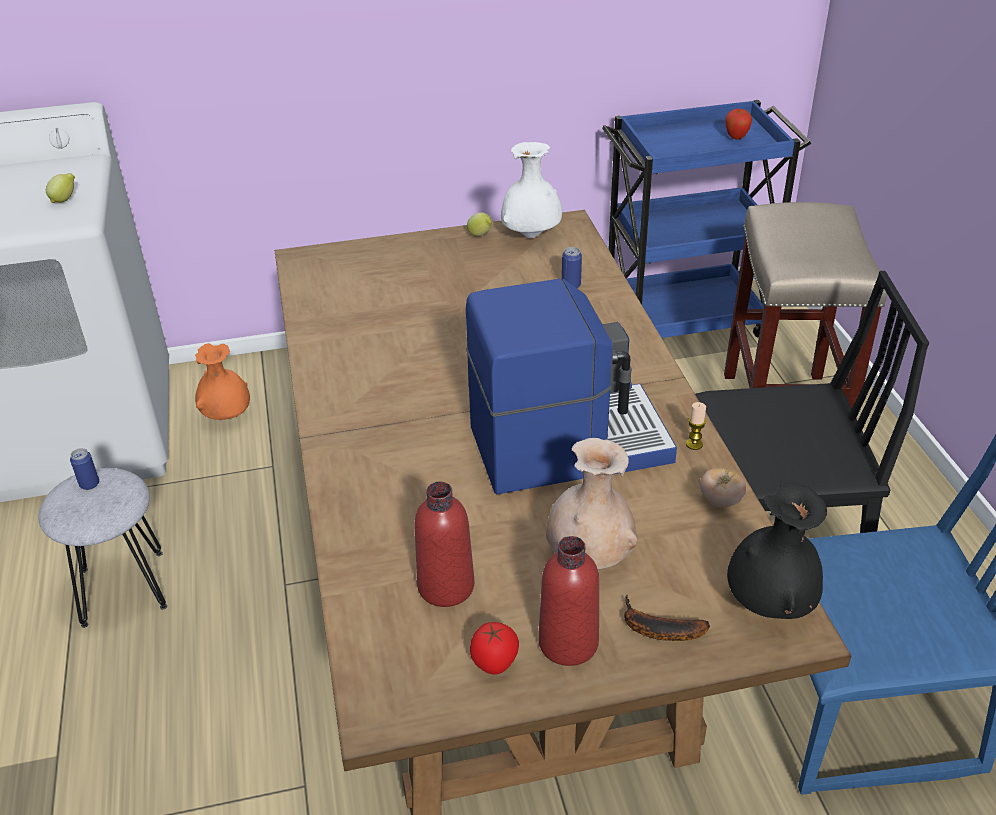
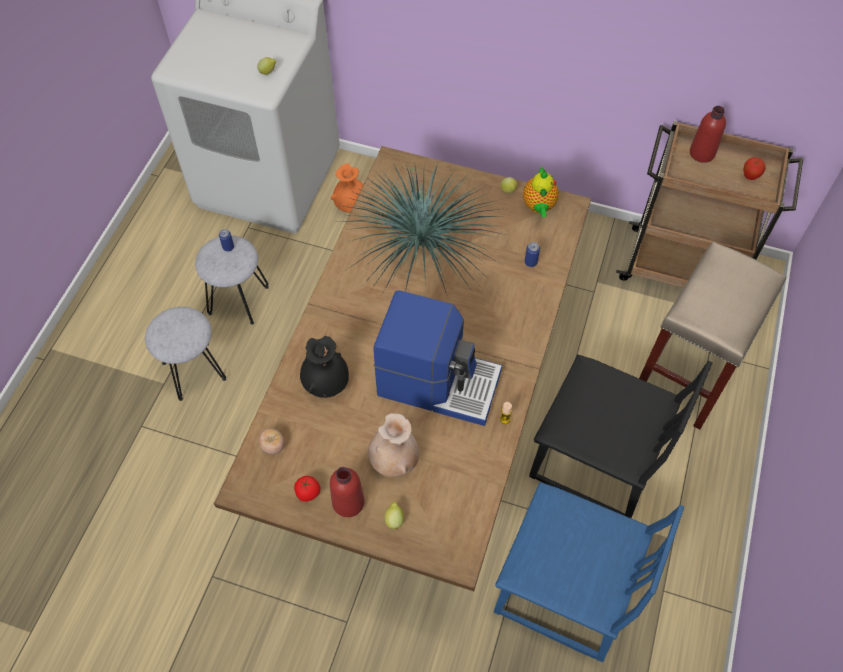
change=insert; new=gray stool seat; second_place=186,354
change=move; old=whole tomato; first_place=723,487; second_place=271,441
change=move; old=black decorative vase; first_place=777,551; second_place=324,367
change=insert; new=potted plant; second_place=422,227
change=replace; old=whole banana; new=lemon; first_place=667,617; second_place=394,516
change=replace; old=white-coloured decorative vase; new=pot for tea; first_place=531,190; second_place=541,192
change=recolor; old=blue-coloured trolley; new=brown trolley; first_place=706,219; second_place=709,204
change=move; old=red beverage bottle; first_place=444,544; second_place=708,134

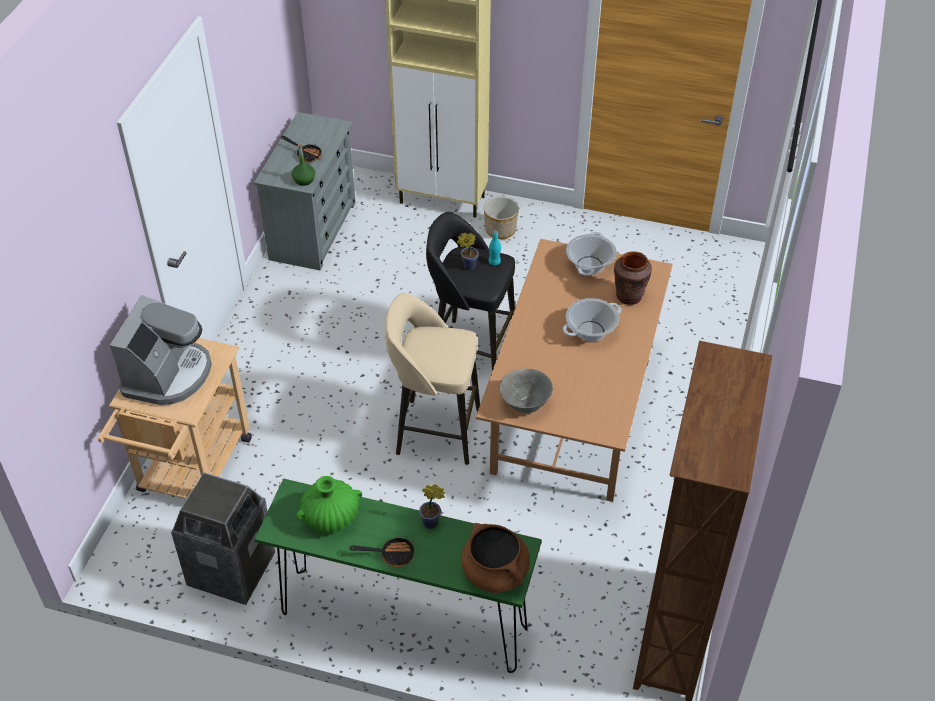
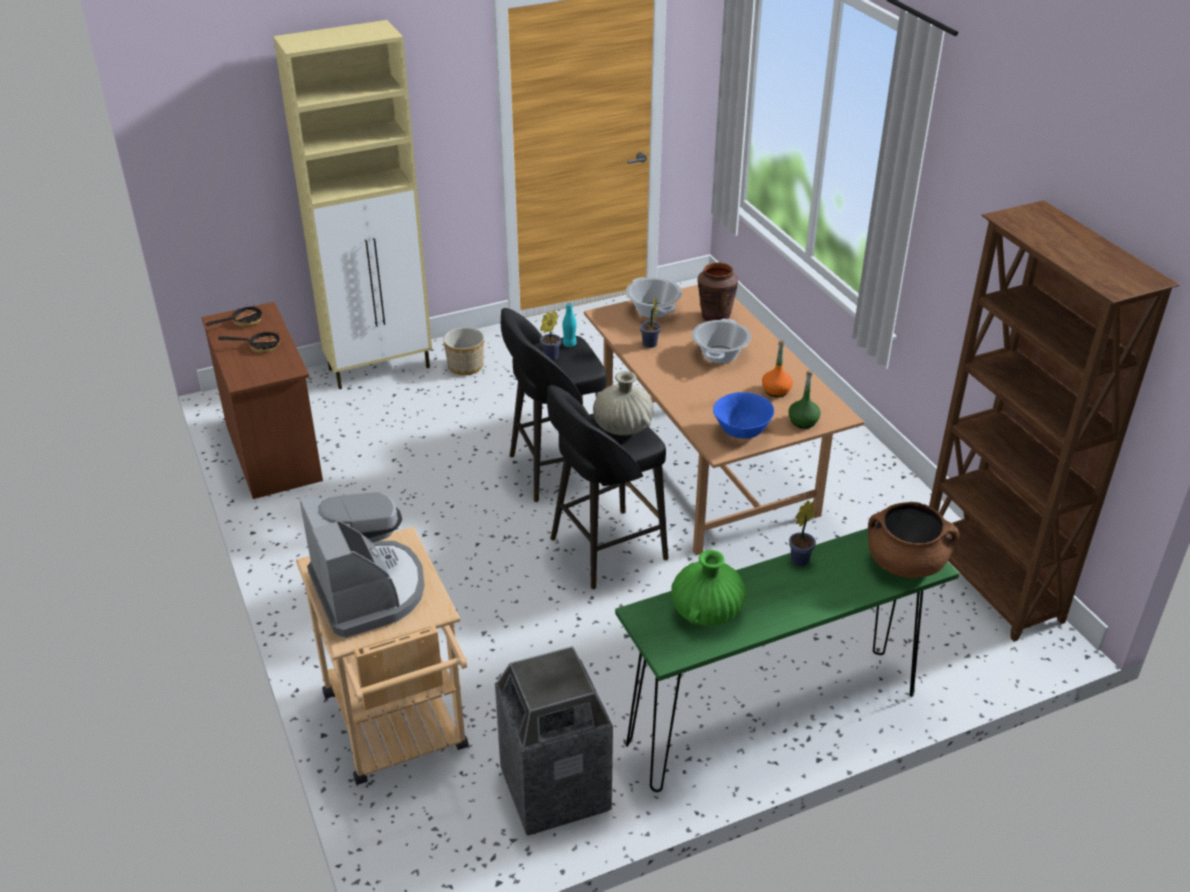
change=recolor; old=gray dresser; new=brown dresser; first_place=305,191; second_place=262,400
change=move; old=frying pan; first_place=382,552; second_place=234,315
change=recolor; old=beige stool seat; new=black stool seat; first_place=433,379; second_place=608,487
change=insert; new=beige decorative vase; second_place=623,403
change=insert; new=potted plant; second_place=650,322
change=recolor; old=gray bowl; new=blue-coloured bowl; first_place=526,391; second_place=743,415
change=insert; new=orange beverage bottle; second_place=777,368
change=move; old=greenish beverage bottle; first_place=303,164; second_place=804,399

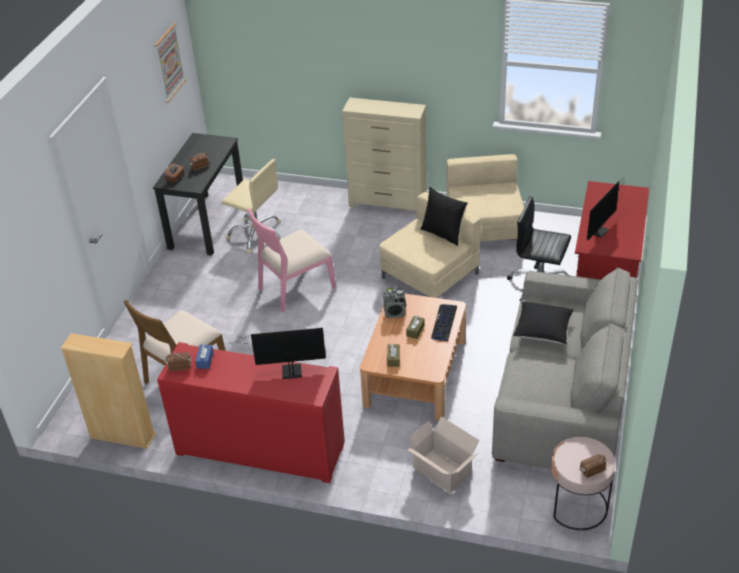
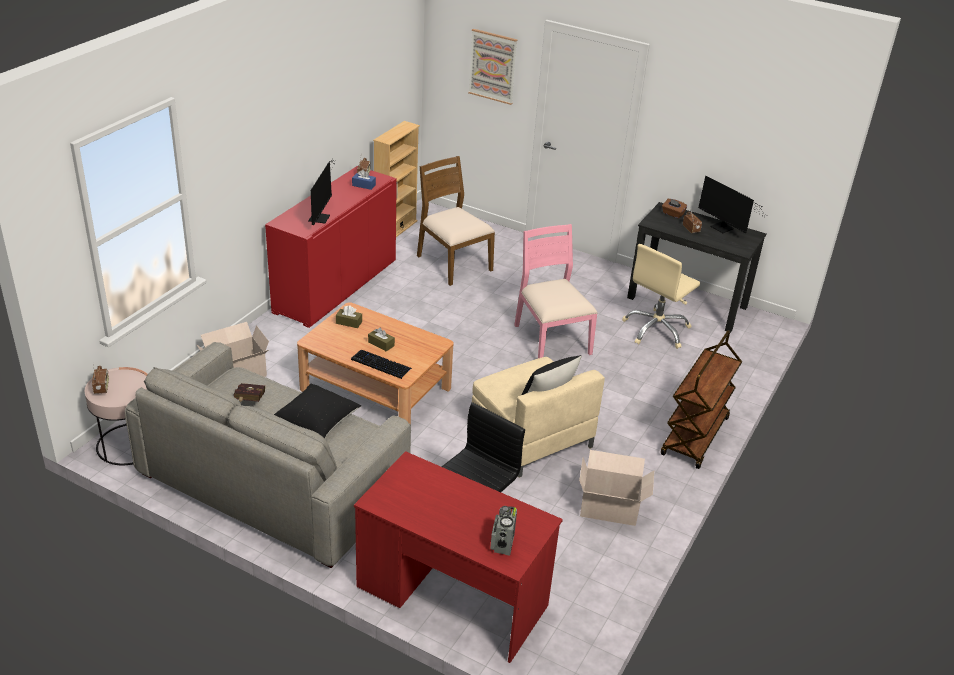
change=insert; new=red bound book; second_place=249,392
change=move; old=wall picture; first_place=170,63; second_place=492,67
change=move; old=radio receiver; first_place=394,303; second_place=503,531
change=replace; old=beige lounge chair; new=cardboard box; first_place=485,198; second_place=616,488
change=replace; old=beige dresser; new=brown trolley; first_place=384,156; second_place=701,399
change=move; old=computer display; first_place=605,209; second_place=731,204

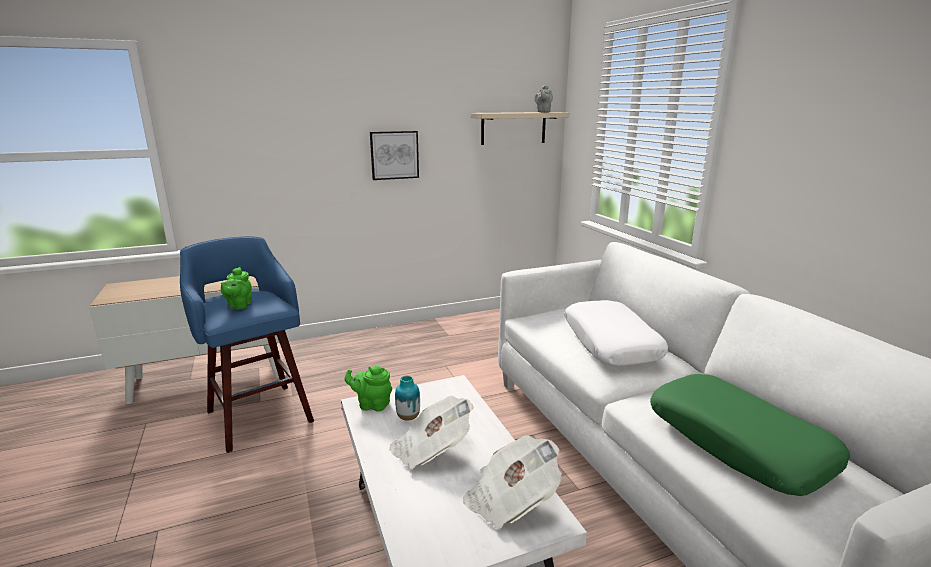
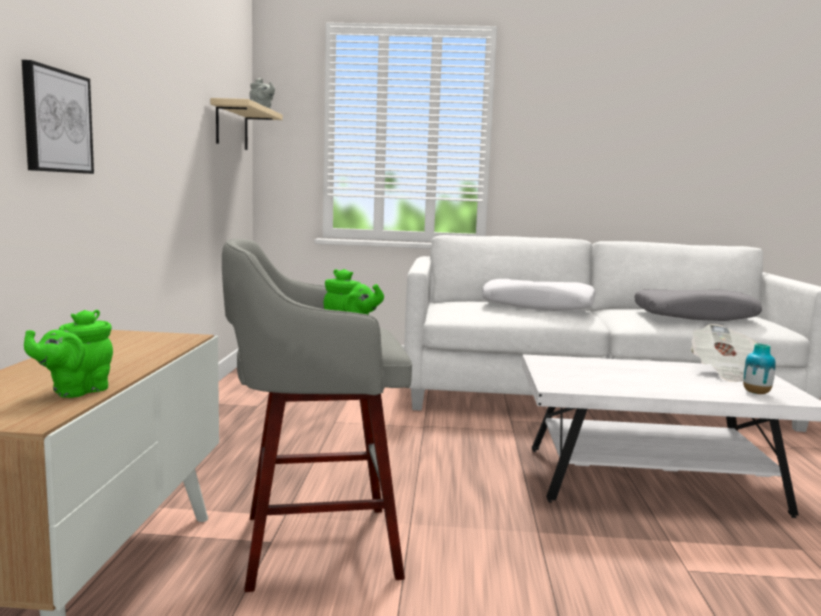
change=move; old=wall picture; first_place=394,155; second_place=58,117
change=move; old=greenish pot for tea; first_place=368,389; second_place=68,354
change=recolor; old=blue-coloured stool seat; new=gray stool seat; first_place=247,344; second_place=317,415
change=recolor; old=greenish pillow; new=gray pillow; first_place=750,435; second_place=698,305
change=move; old=decorative vase; first_place=407,398; second_place=759,369
change=delete; old=printed paper; first_place=431,433

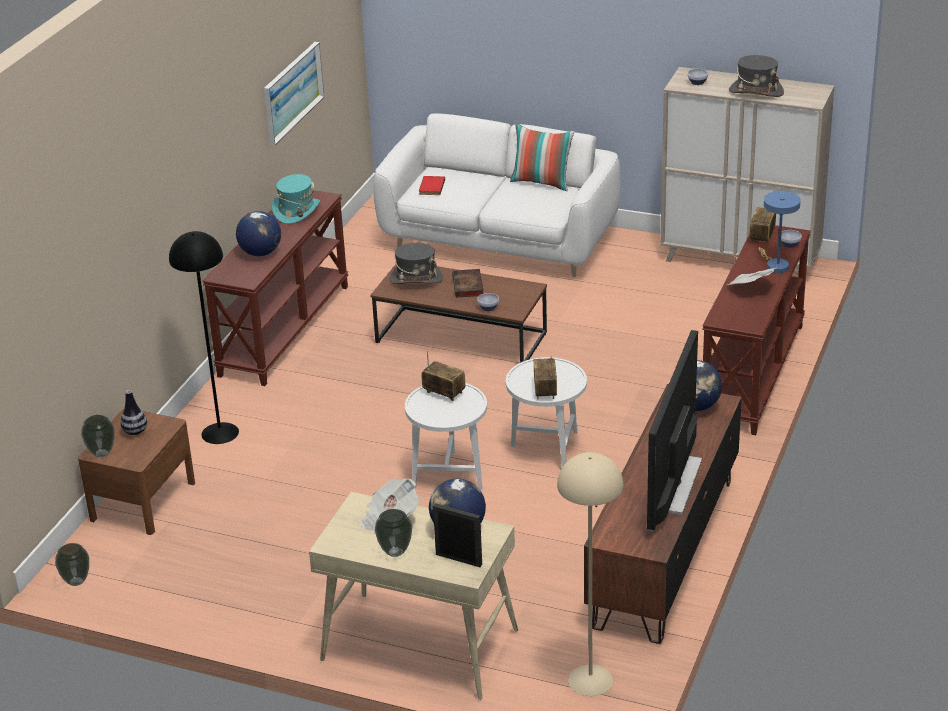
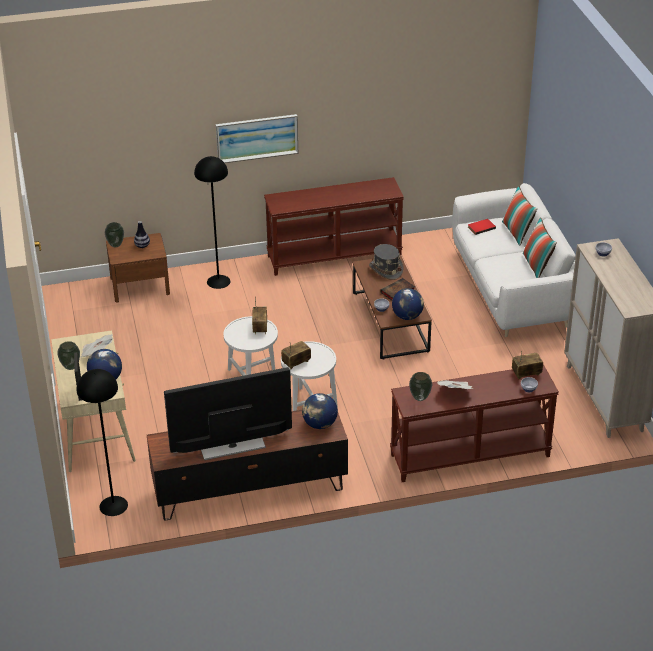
change=recolor; old=beige standing lamp; new=black standing lamp; first_place=590,574; second_place=102,442
change=move; old=wall picture; first_place=294,94; second_place=257,138
change=move; old=globe; first_place=258,233; second_place=408,304
change=move; old=decorative vase; first_place=72,564; second_place=420,386
change=insert; new=pillow; second_place=519,216
change=delete; old=blue-green hat; first_place=296,199
change=delete; old=gray hat; first_place=756,76
change=delete; old=blue-coloured table lamp; first_place=780,232

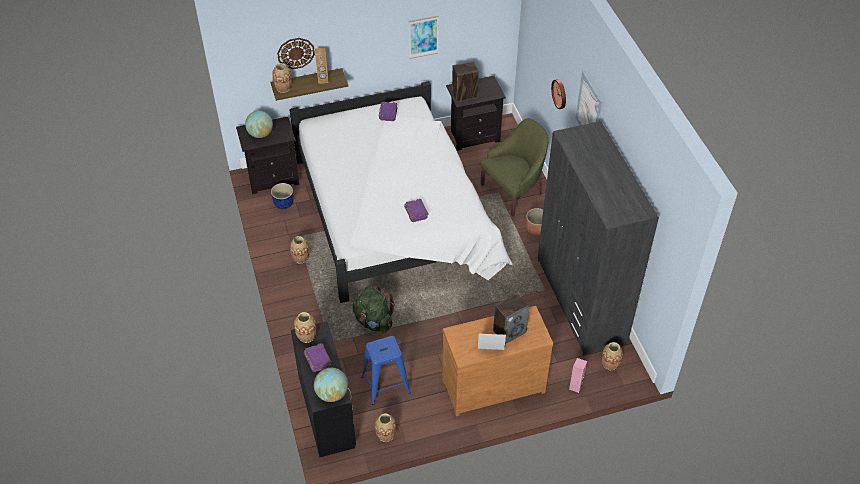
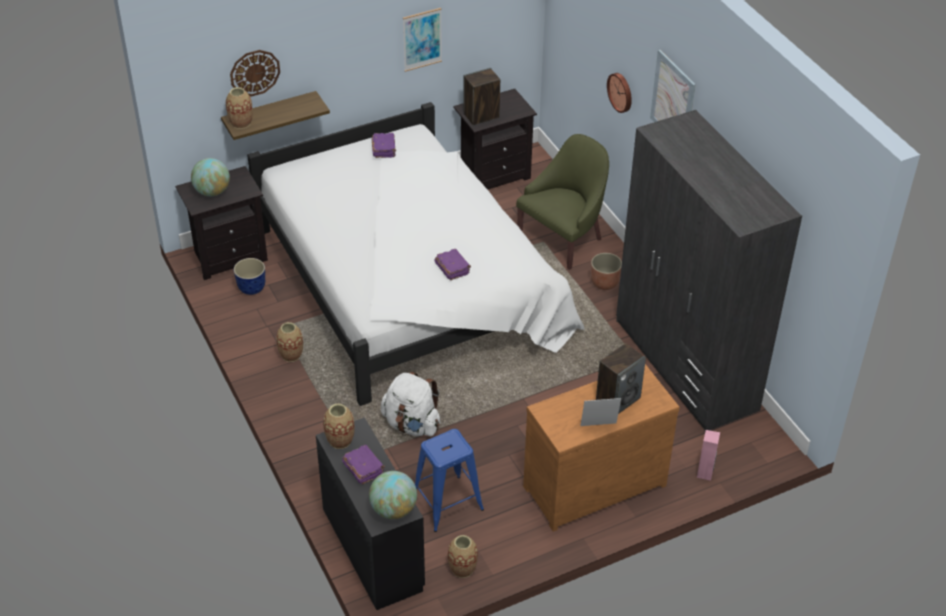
change=recolor; old=greenish backpack; new=white-coloured backpack; first_place=374,309; second_place=410,404
change=delete; old=brown speaker; first_place=322,66
change=delete; old=decorative vase; first_place=612,356

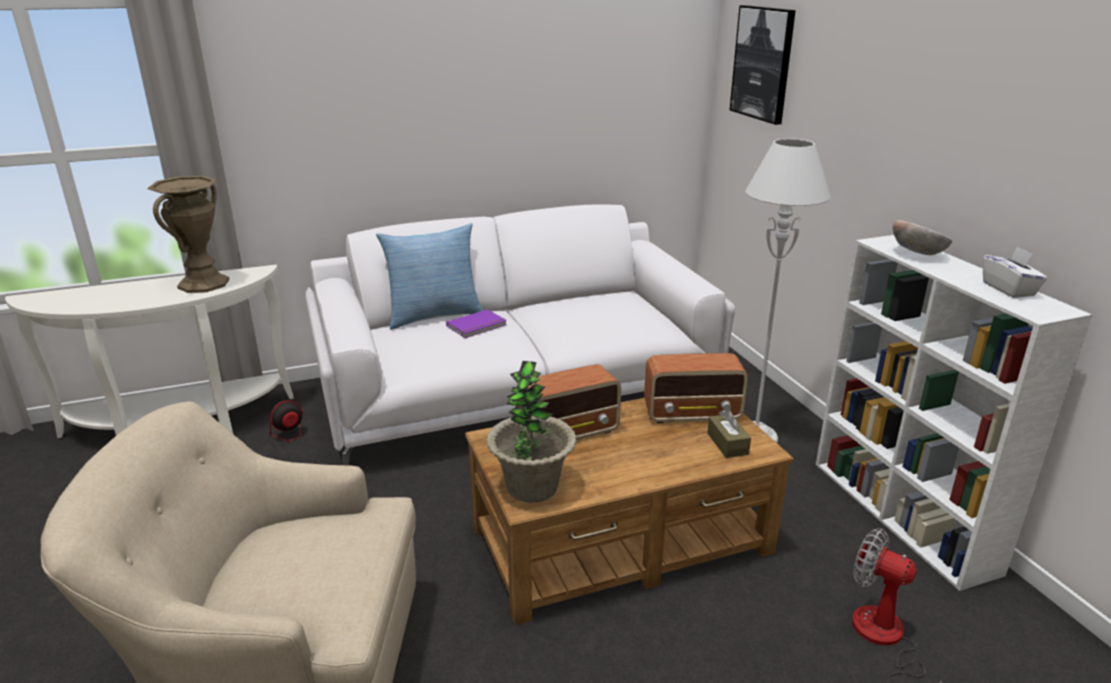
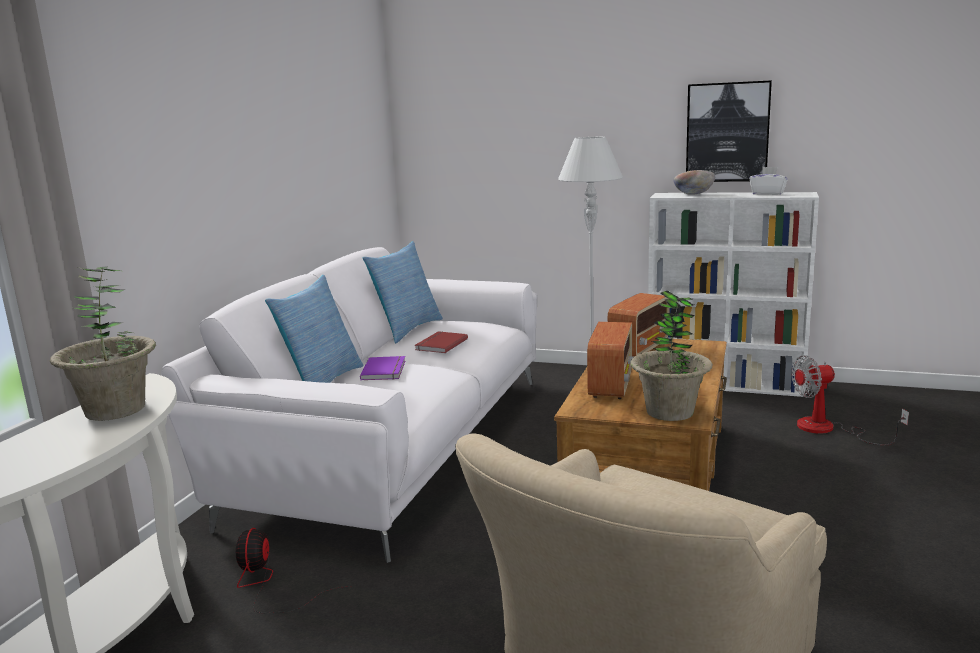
change=replace; old=brown decorative vase; new=potted plant; first_place=188,234; second_place=102,343
change=insert; new=pillow; second_place=403,292
change=insert; new=red bound book; second_place=441,342
change=move; old=wall picture; first_place=763,65; second_place=729,131
change=delete; old=brown tissue holder; first_place=729,434

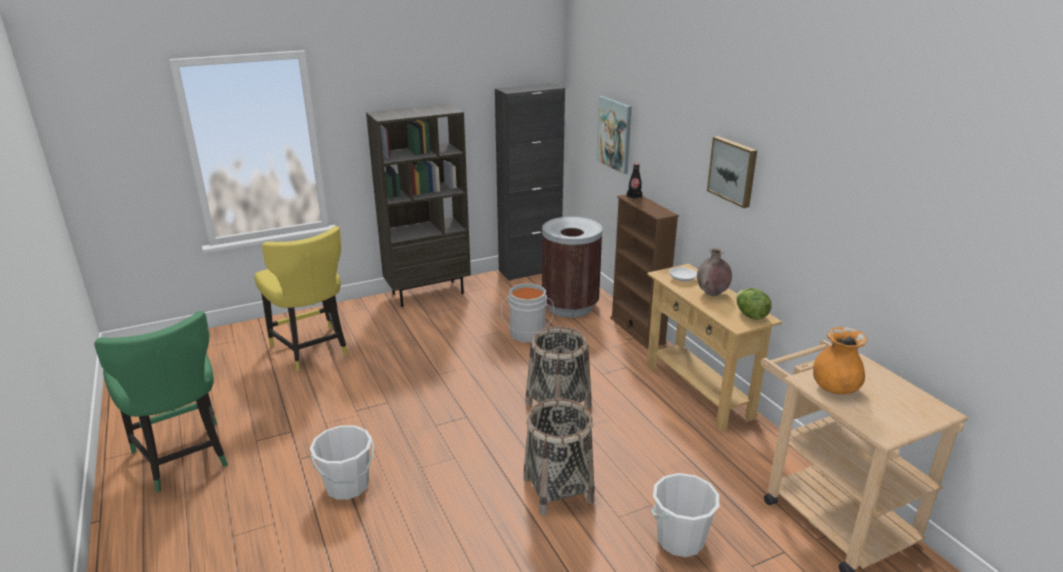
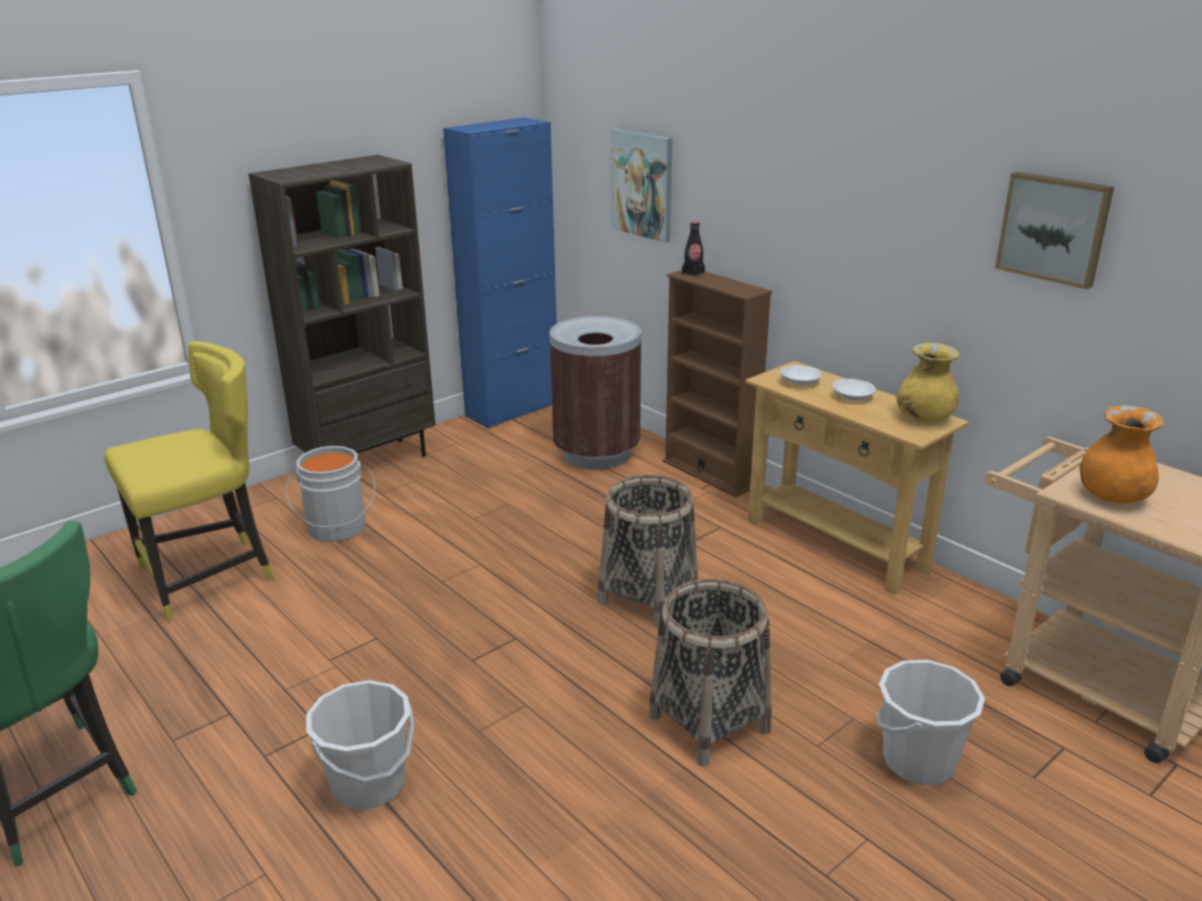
change=rotate; old=yellow upright chair; first_place=301,298; second_place=189,481; degrees=-75
change=move; old=gray pail; first_place=527,313; second_place=330,494
change=recolor; old=black cupboard; new=blue-coloured cupboard; first_place=530,182; second_place=500,273
change=replace; old=brown decorative vase; new=white-coloured bowl; first_place=714,272; second_place=854,390
change=replace; old=head of lettuce; new=yellow decorative vase; first_place=754,304; second_place=928,383
change=move; old=wall picture; first_place=732,172; second_place=1054,230

